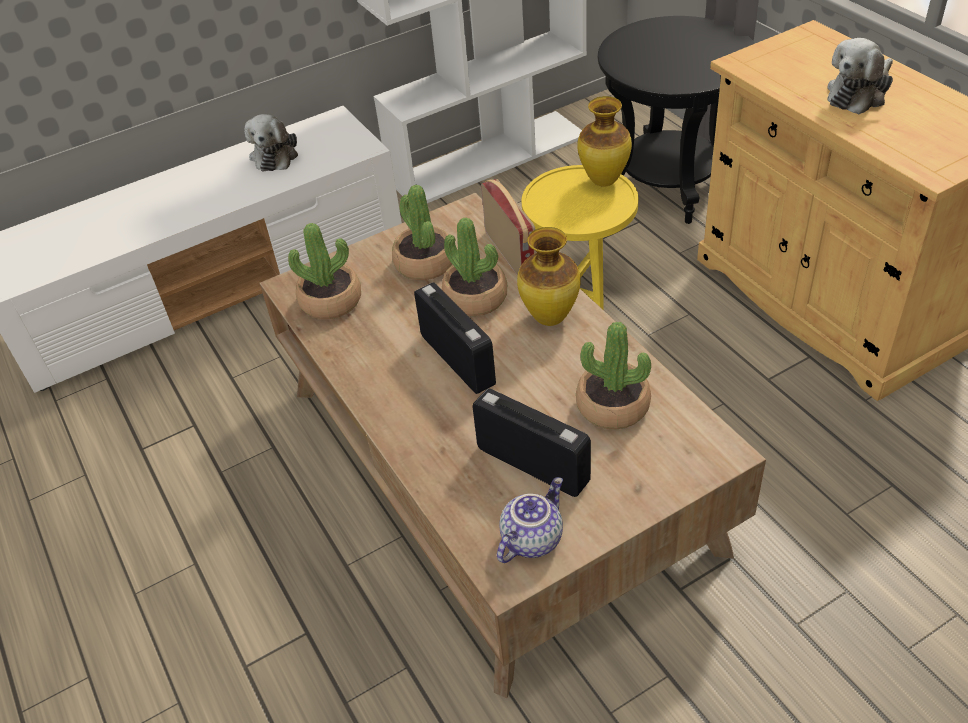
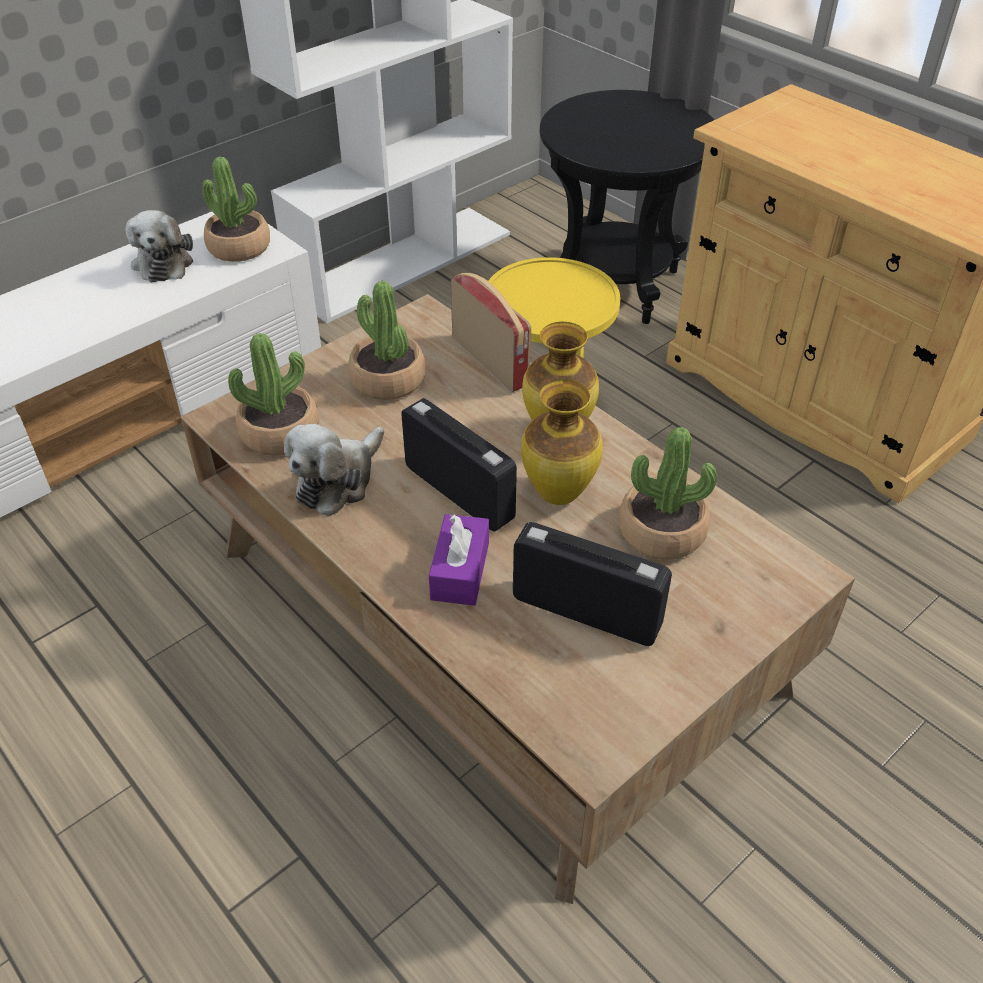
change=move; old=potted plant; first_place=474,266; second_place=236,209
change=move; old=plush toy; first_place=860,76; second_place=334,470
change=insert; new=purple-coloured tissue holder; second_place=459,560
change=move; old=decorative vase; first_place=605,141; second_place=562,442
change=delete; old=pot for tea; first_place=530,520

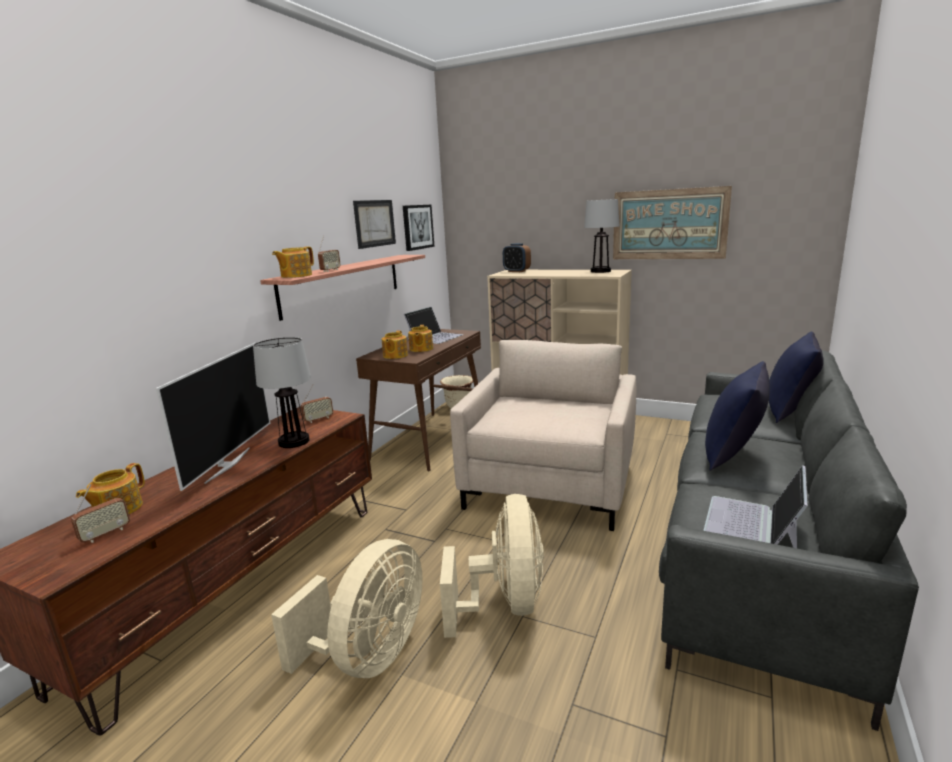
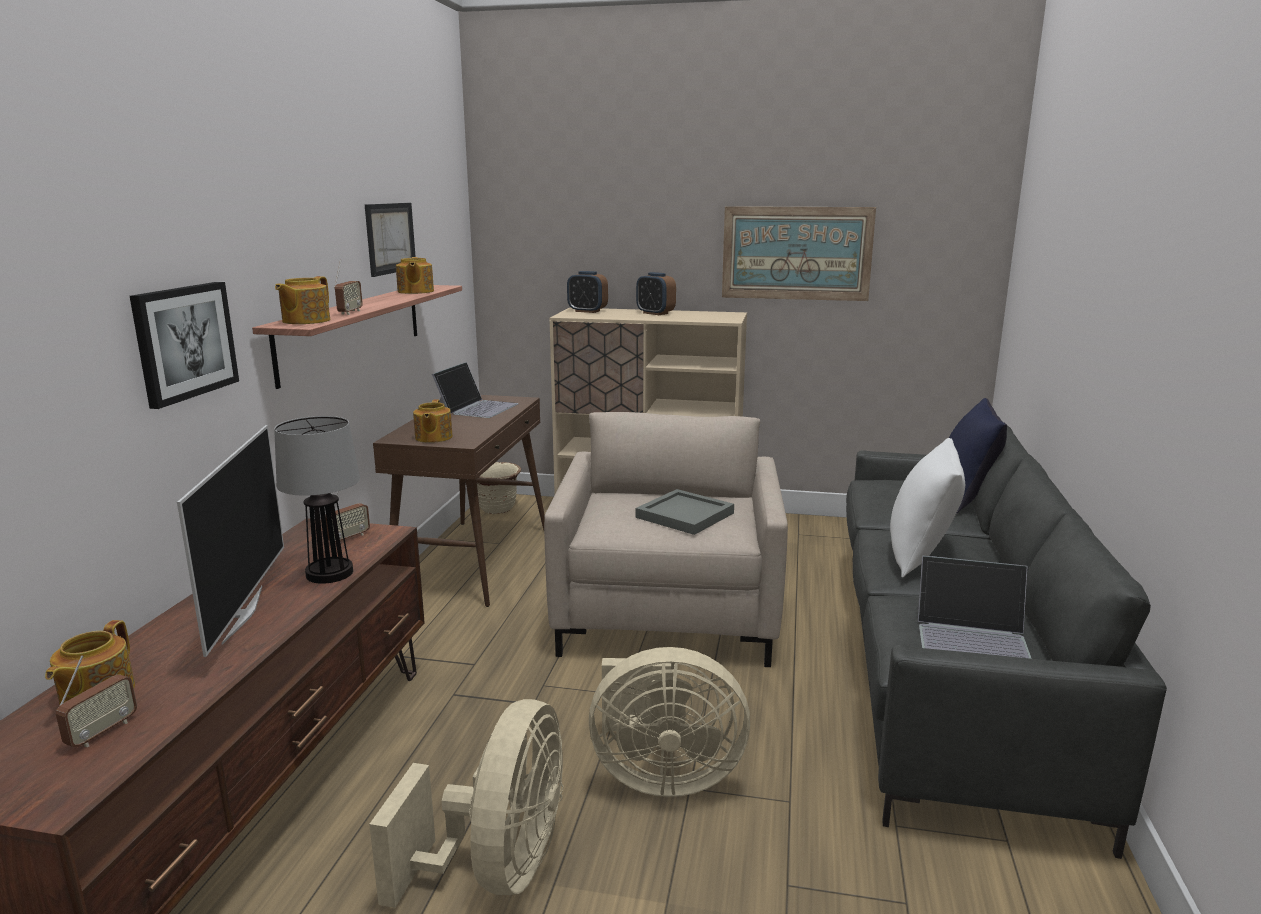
change=move; old=wall picture; first_place=418,228; second_place=184,345
change=move; old=pot for tea; first_place=420,338; second_place=415,275
change=rotate; old=beige electric fan; first_place=492,566; second_place=669,722; degrees=105
change=insert; new=table clock; second_place=656,293
change=insert; new=gray tray; second_place=685,512
change=recolor; old=blue-coloured pillow; new=white-coloured pillow; first_place=737,416; second_place=927,508
change=rotate; old=notebook computer; first_place=755,506; second_place=974,607; degrees=-90
change=delete; old=table lamp; first_place=601,236

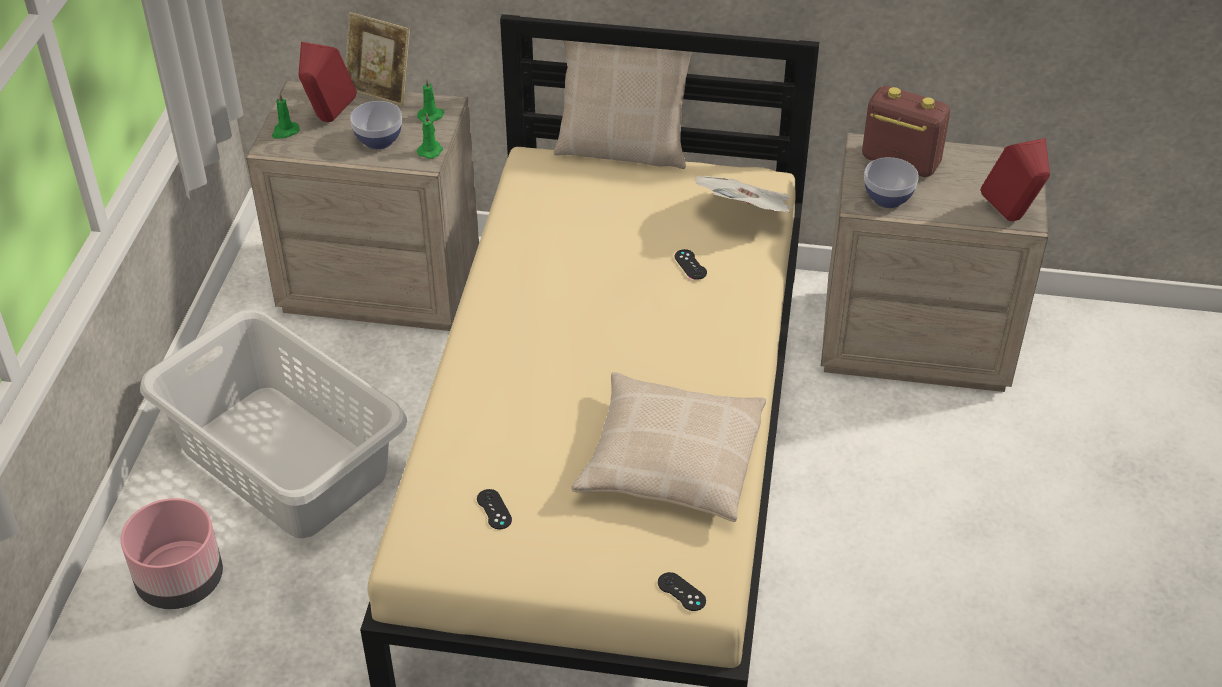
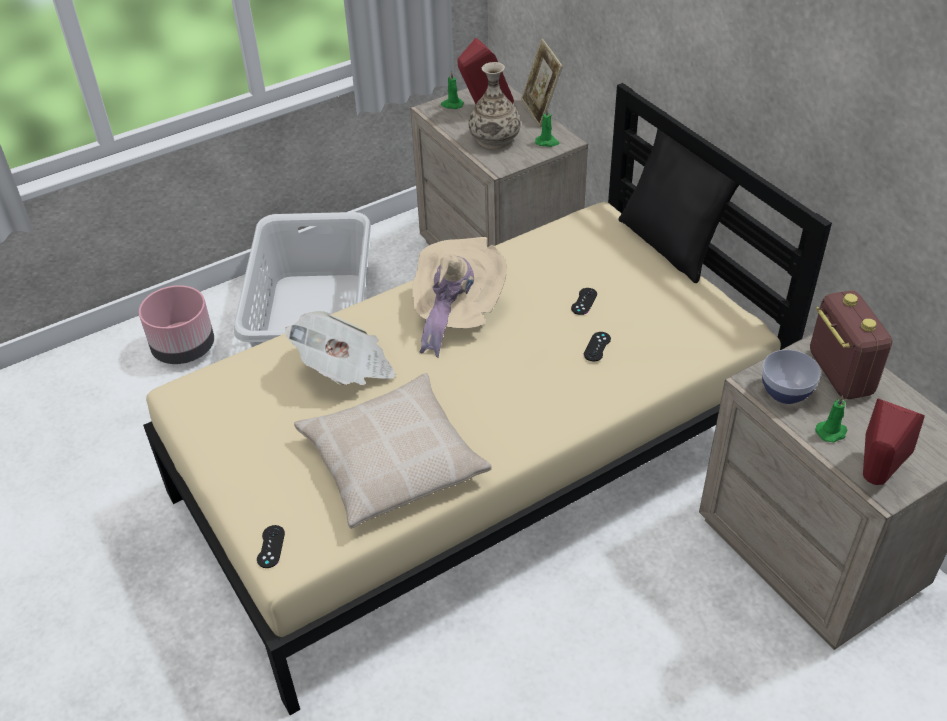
change=move; old=printed paper; first_place=743,194; second_place=340,348
change=insert; new=beige hat; second_place=459,297
change=replace; old=bowl; new=decorative vase; first_place=376,125; second_place=494,105
change=move; old=black gamepad; first_place=494,509; second_place=584,301
change=recolor; old=beige pillow; new=black pillow; first_place=623,104; second_place=679,206
change=move; old=greenish candle; first_place=430,136; second_place=831,419

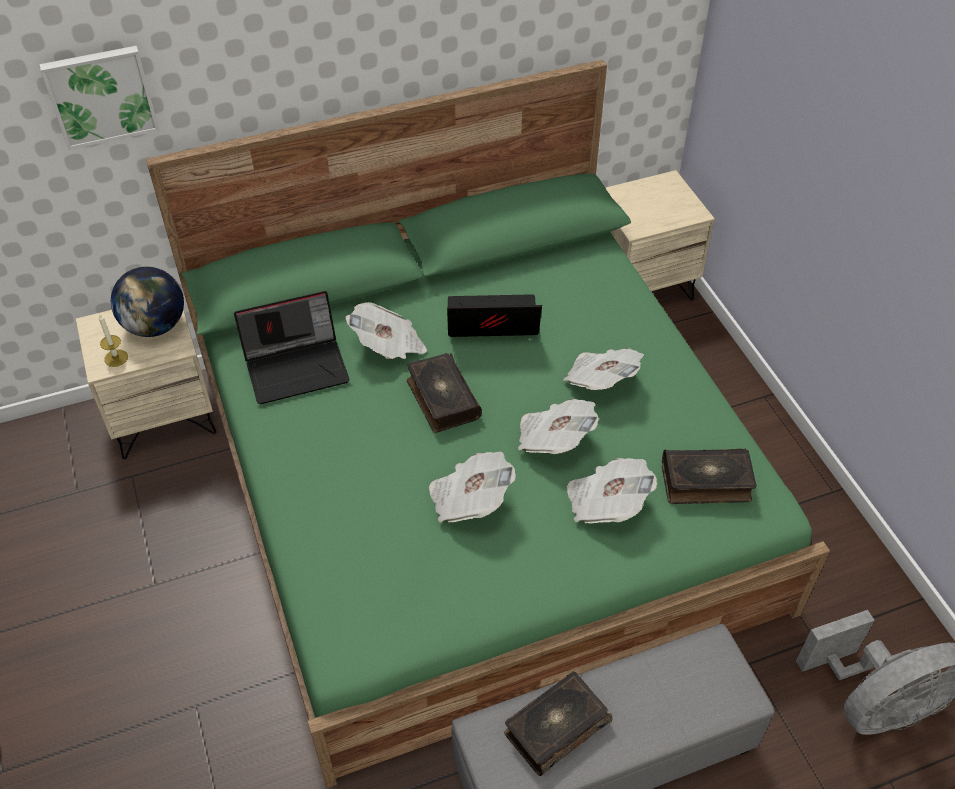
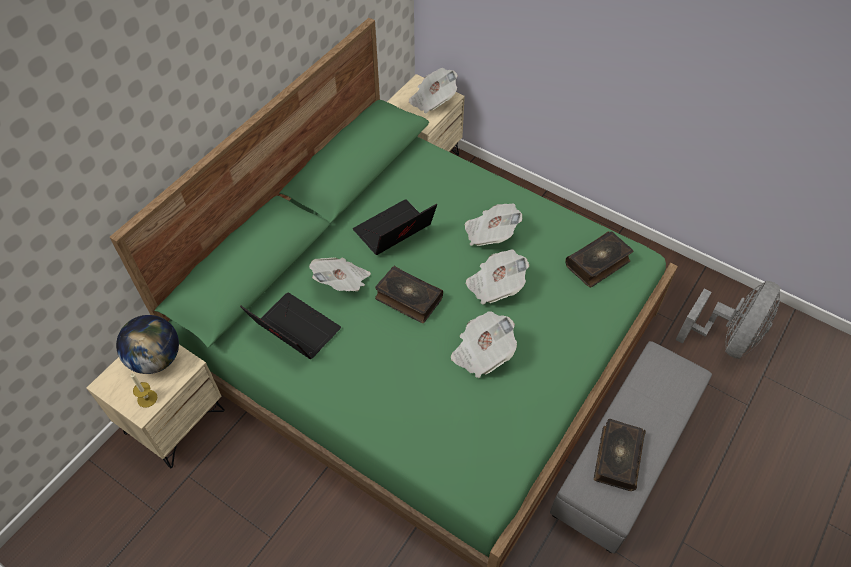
change=rotate; old=notebook computer; first_place=292,347; second_place=290,325; degrees=-90
change=move; old=printed paper; first_place=612,490; second_place=433,90
change=delete; old=wall picture; first_place=99,98

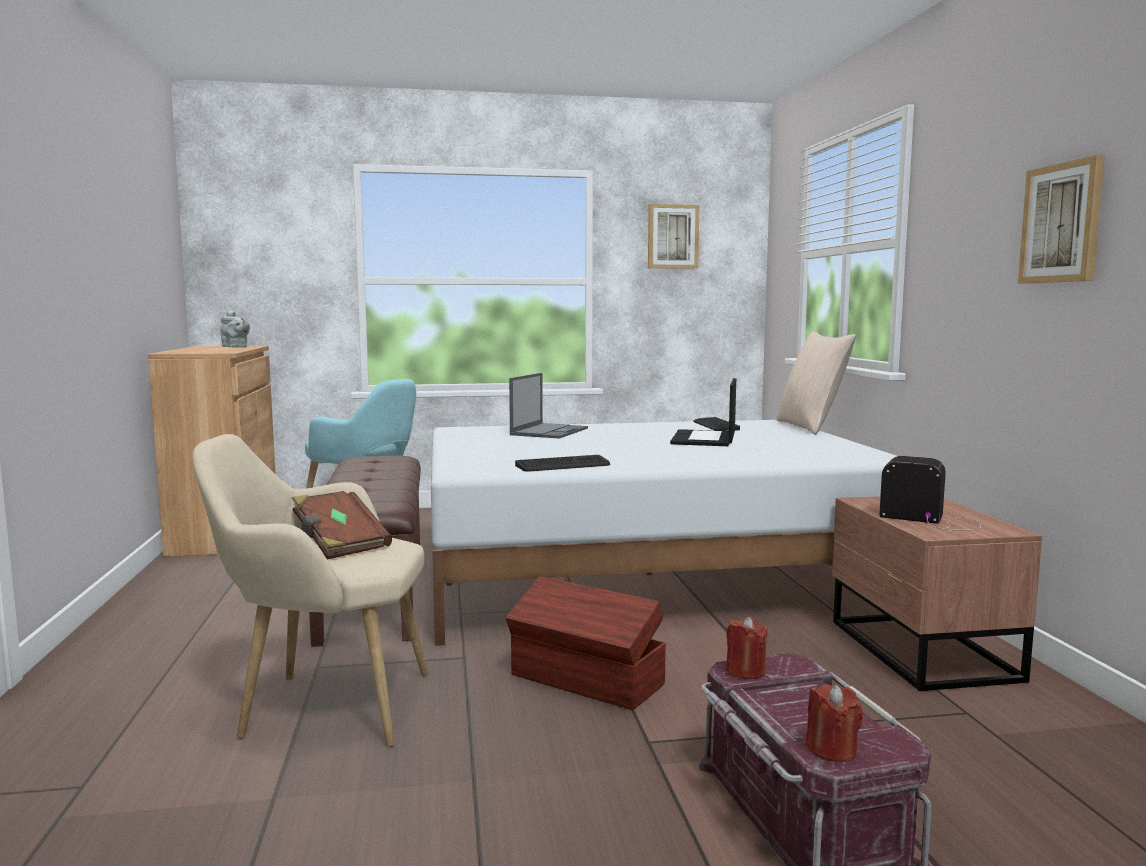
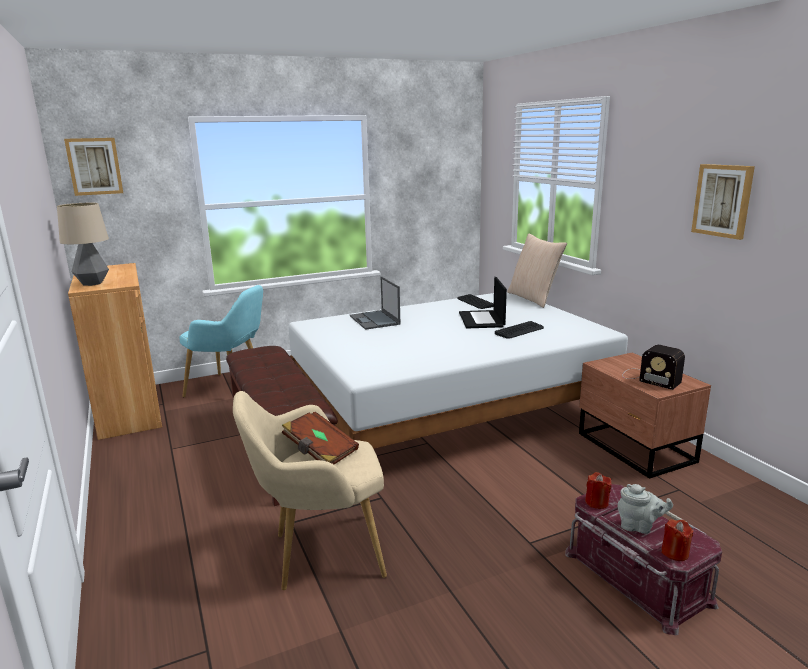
change=insert; new=table lamp; second_place=83,244
change=move; old=wall picture; first_place=674,236; second_place=93,167
change=rotate; old=notebook computer; first_place=548,406; second_place=375,303; degrees=150
change=move; old=computer keyboard; first_place=562,463; second_place=519,330
change=move; old=gray pot for tea; first_place=235,329; second_place=645,509
change=rotate; old=radio receiver; first_place=930,494; second_place=653,367; degrees=-150
change=delete; old=brown storage box; first_place=586,643

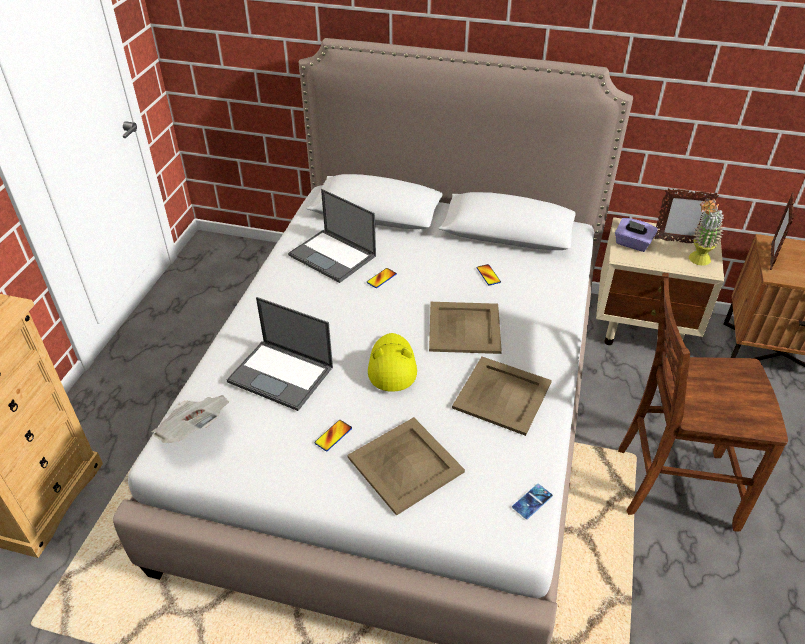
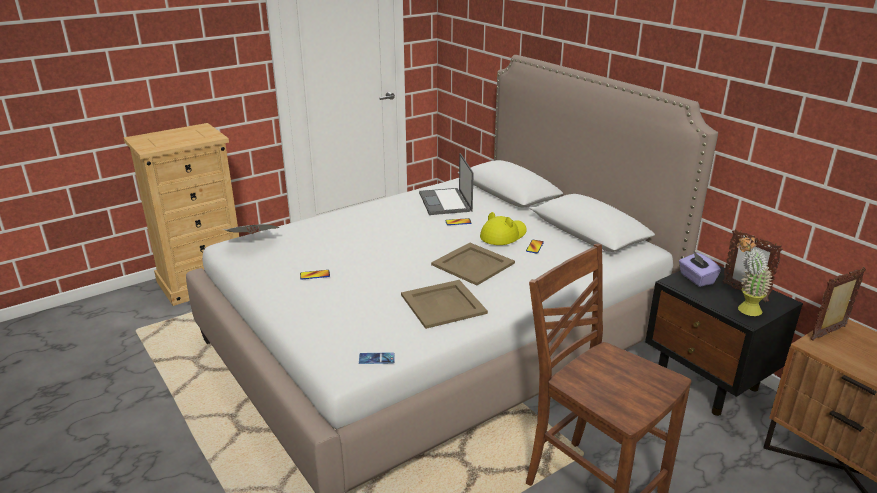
change=move; old=yellow hat; first_place=392,362; second_place=503,228
change=recolor; old=beige bedside table; new=black bedside table; first_place=660,281; second_place=724,340
change=delete; old=notebook computer; first_place=279,354
change=delete; old=beige tray; first_place=406,466

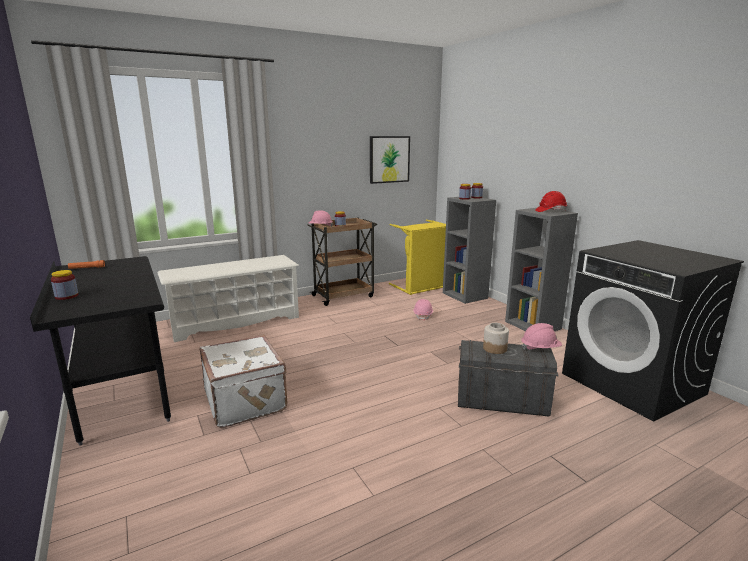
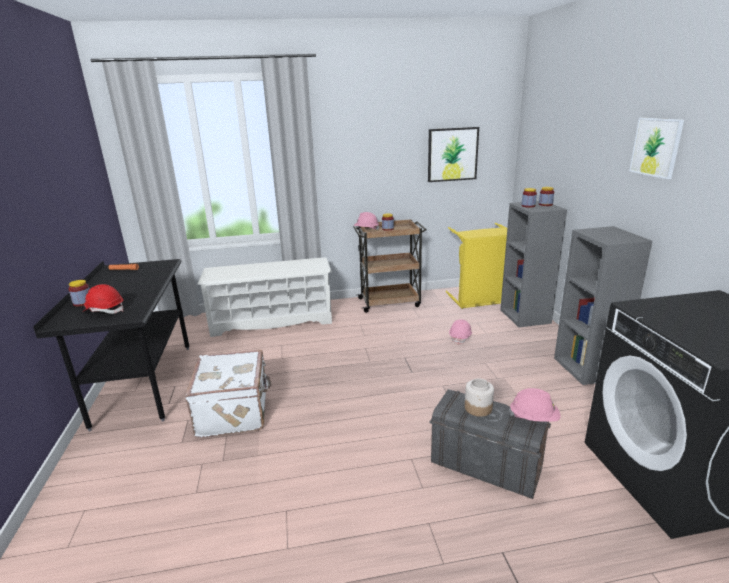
change=move; old=red work helmet; first_place=551,201; second_place=103,299
change=insert; new=wall picture; second_place=656,148

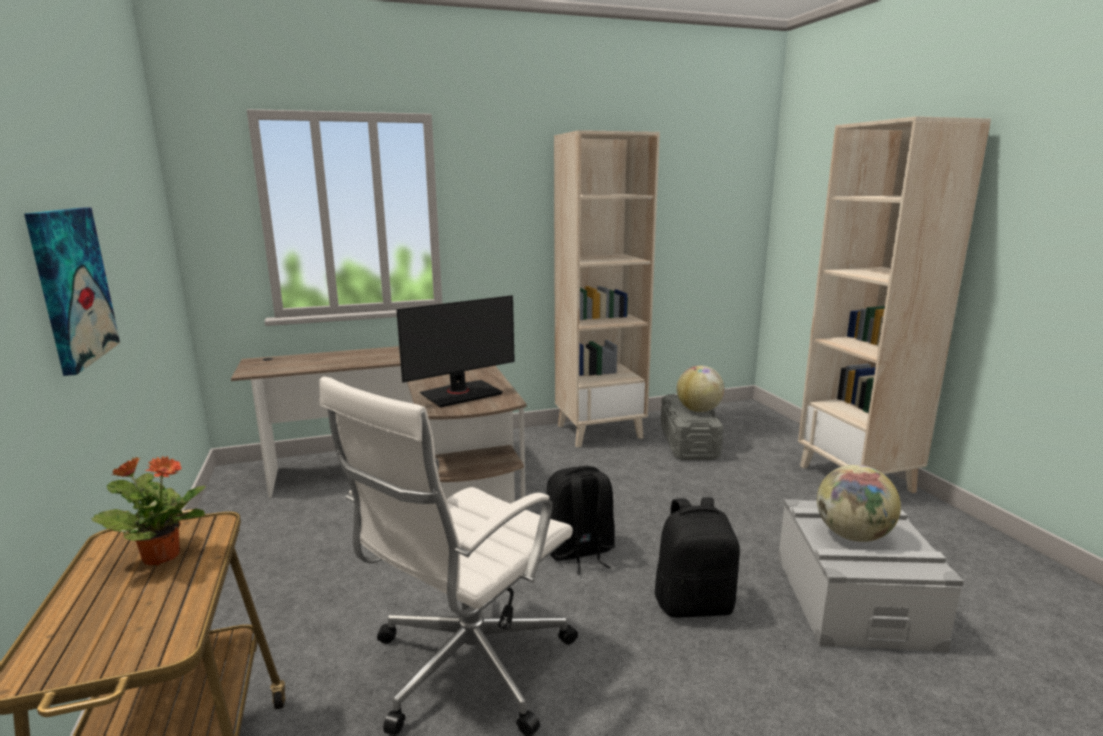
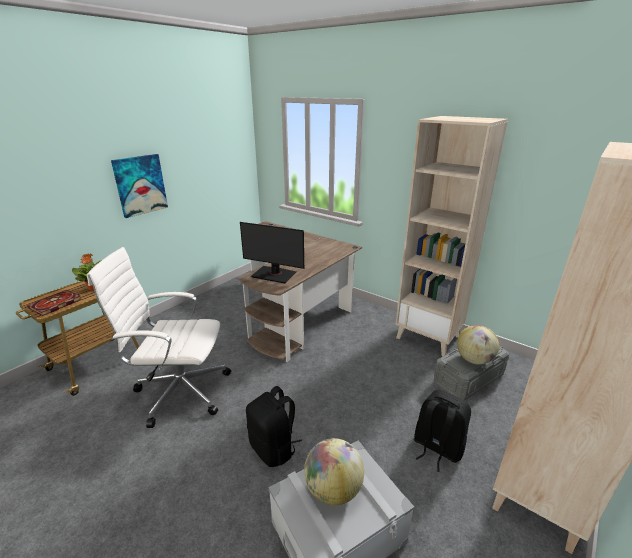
change=insert; new=bound book; second_place=54,303
change=move; old=black backpack; first_place=581,520; second_place=442,431

